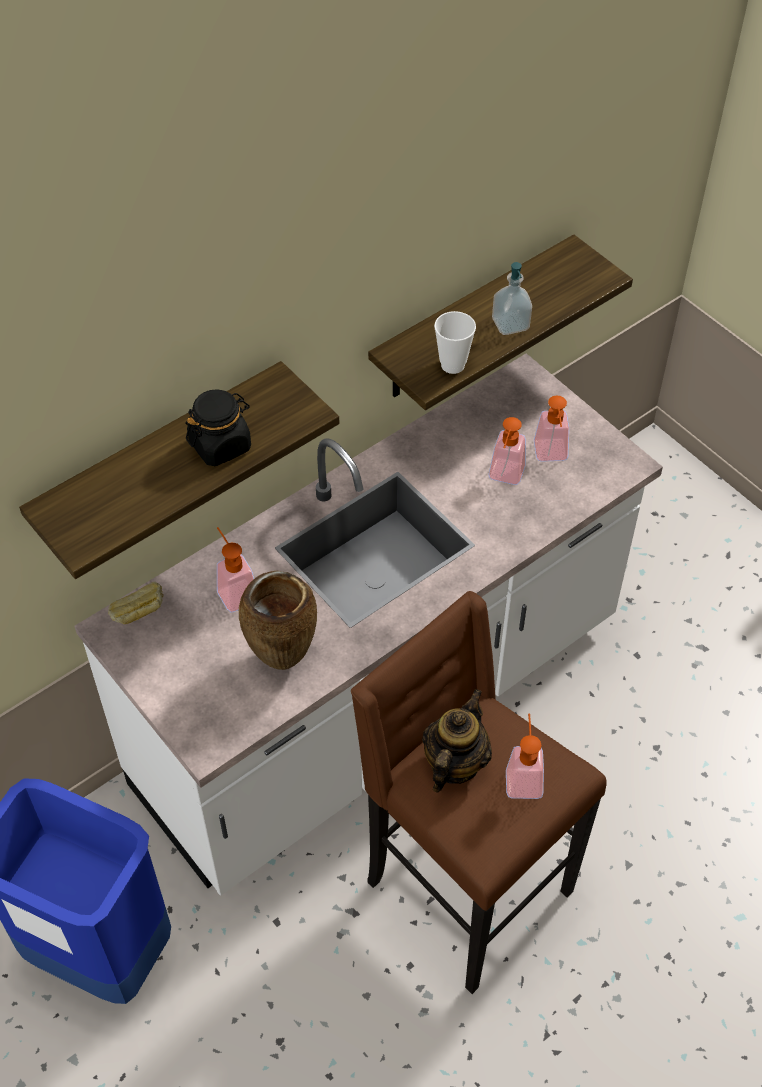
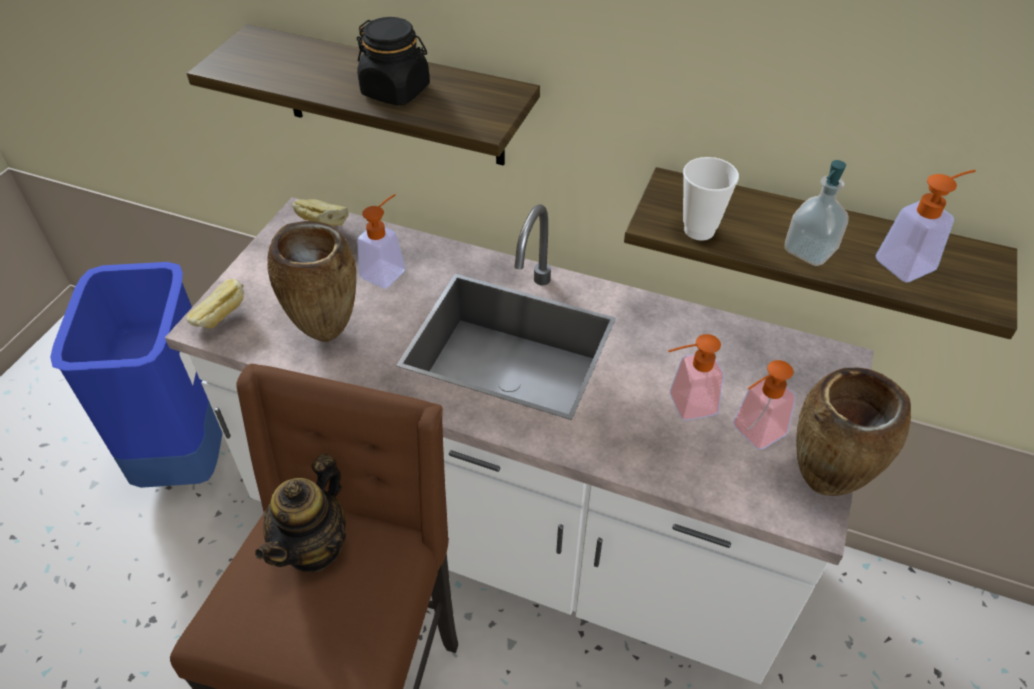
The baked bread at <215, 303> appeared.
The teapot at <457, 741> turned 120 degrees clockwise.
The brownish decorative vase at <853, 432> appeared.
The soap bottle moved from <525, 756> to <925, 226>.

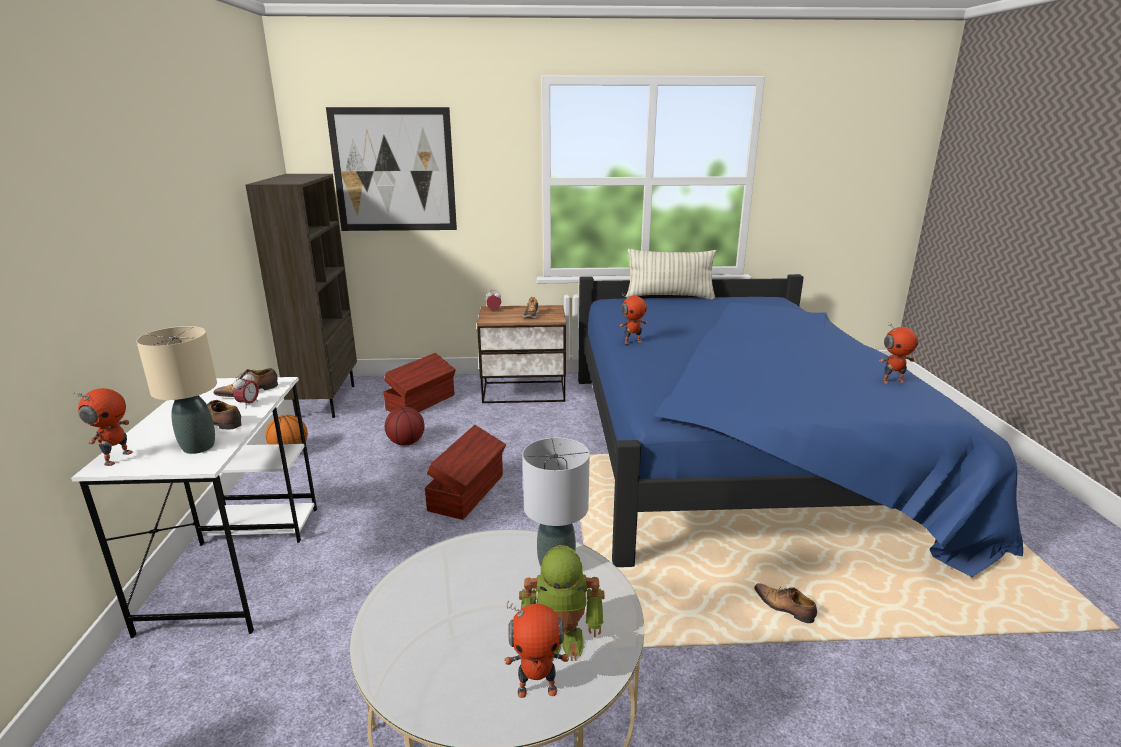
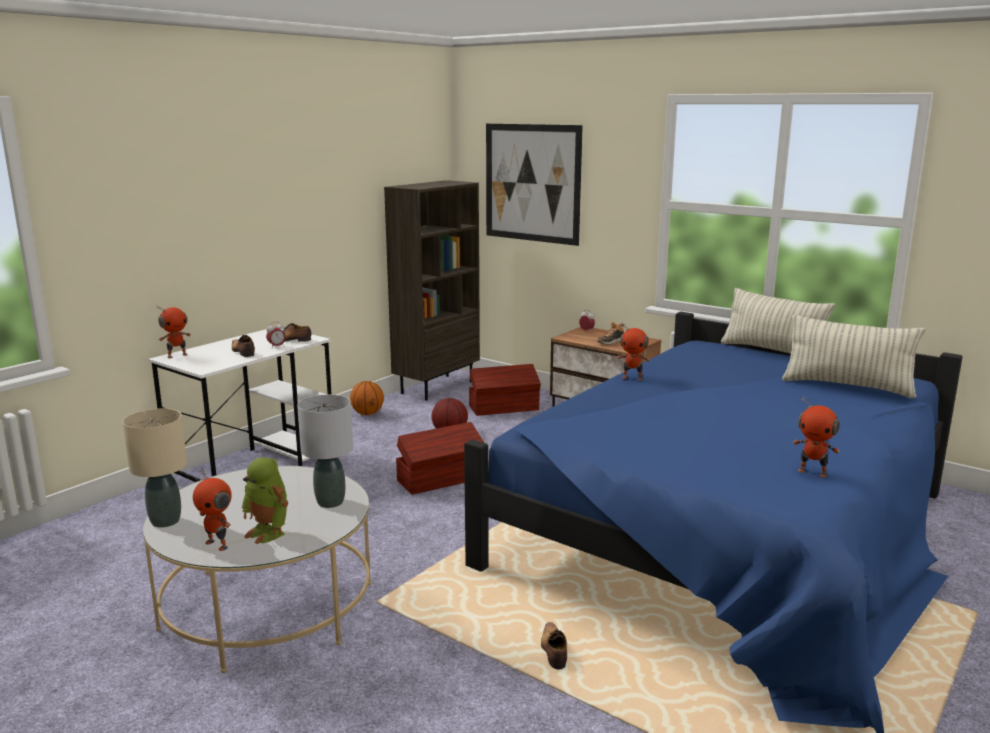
The sand-coloured lamp for a table moved from <176, 390> to <154, 468>.
The cushion at <853, 356> appeared.

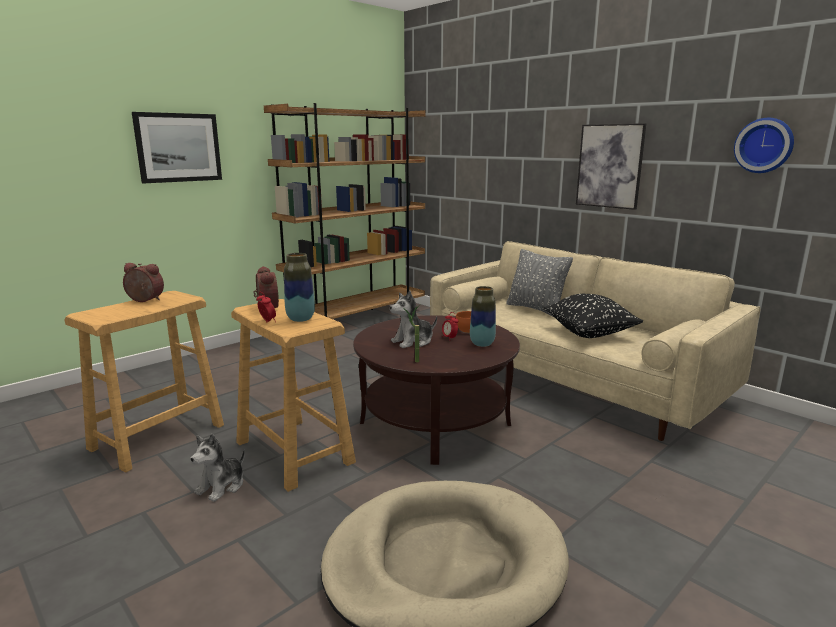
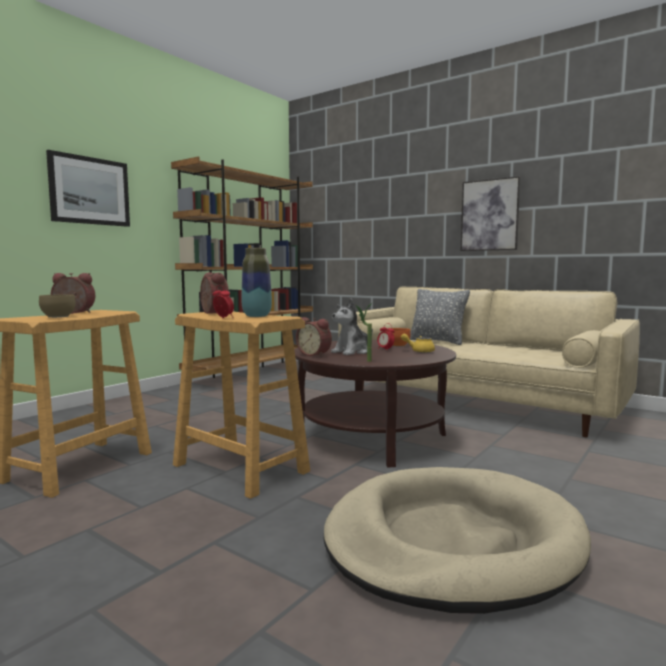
The brownish deep dish at <57, 306> appeared.
The table clock at <314, 337> appeared.
The decorative vase at <483, 316> was replaced by the yellow-coloured teapot at <418, 343>.
The soft toy at <217, 468> disappeared.
The black-coloured cushion at <593, 316> disappeared.
The hanging clock at <764, 145> disappeared.

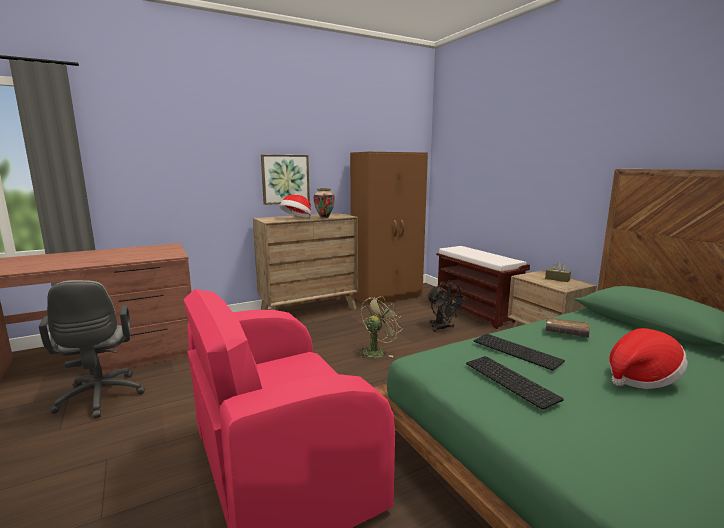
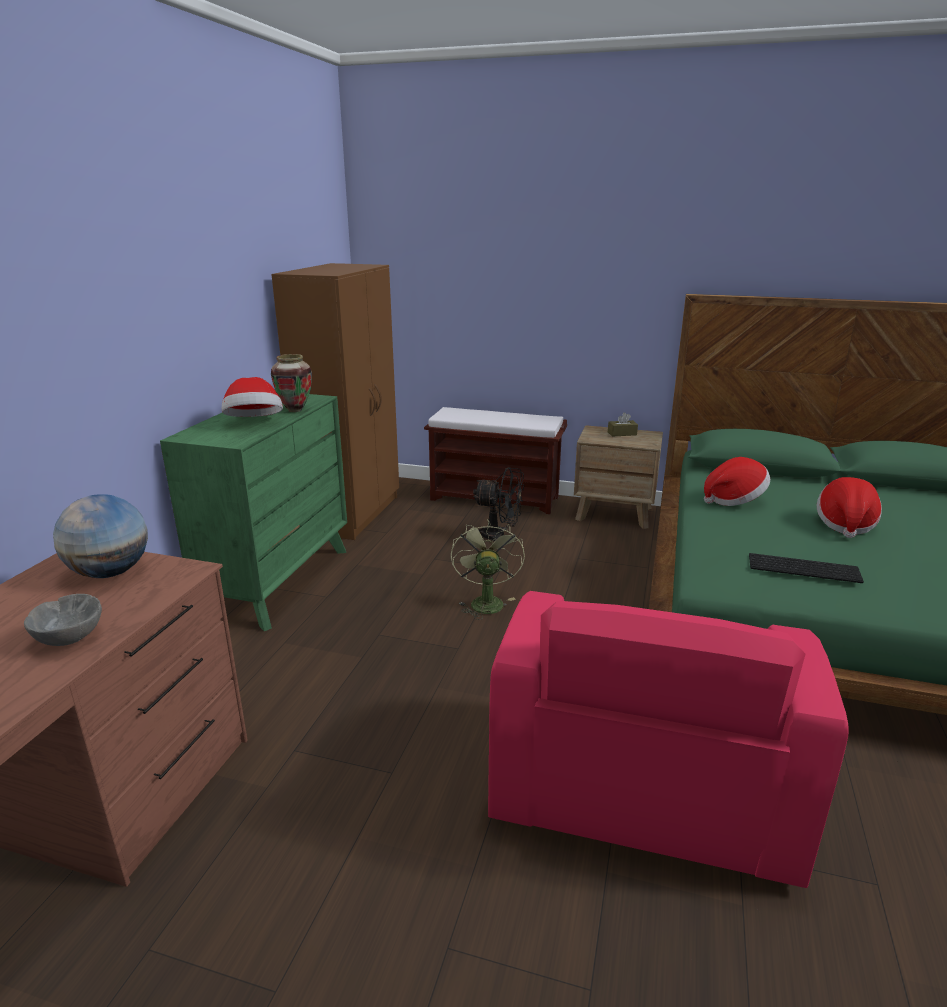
The grey deep dish at <63, 620> appeared.
The globe at <100, 536> appeared.
The brownish dresser at <305, 262> became the greenish dresser at <253, 512>.
The brownish bound book at <567, 327> was replaced by the wearable hat at <737, 481>.
The grey computer chair at <92, 349> disappeared.
The picture at <285, 179> disappeared.
The keyboard at <519, 352> disappeared.

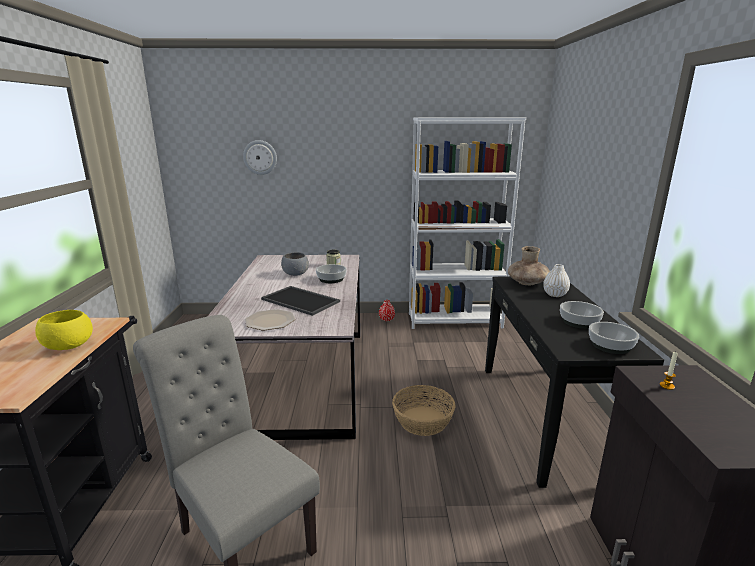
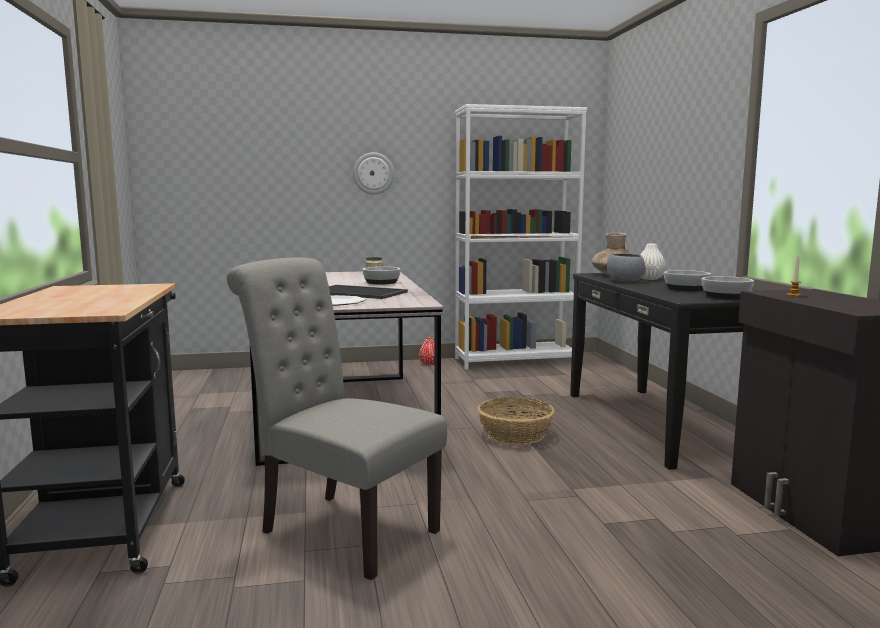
The hanging clock moved from <260, 157> to <373, 173>.
The grey deep dish moved from <295, 264> to <626, 267>.
The yellow-coloured deep dish at <64, 330> disappeared.

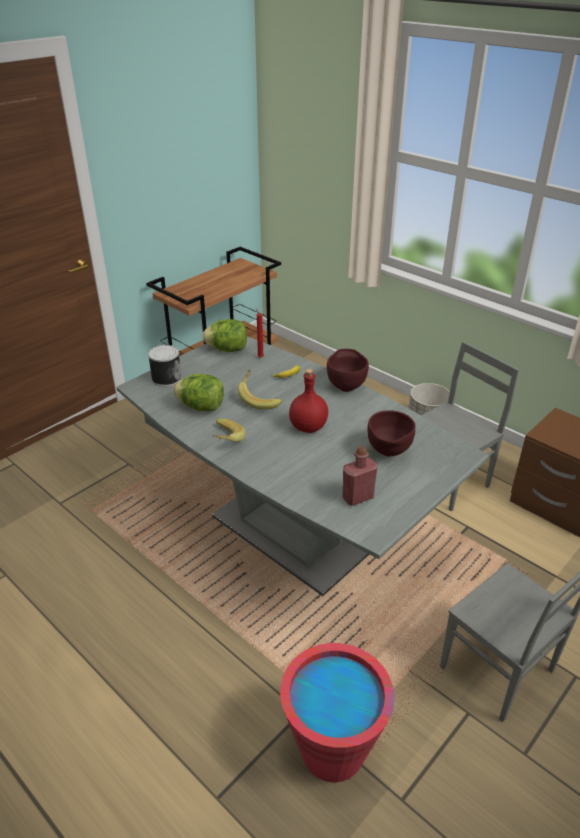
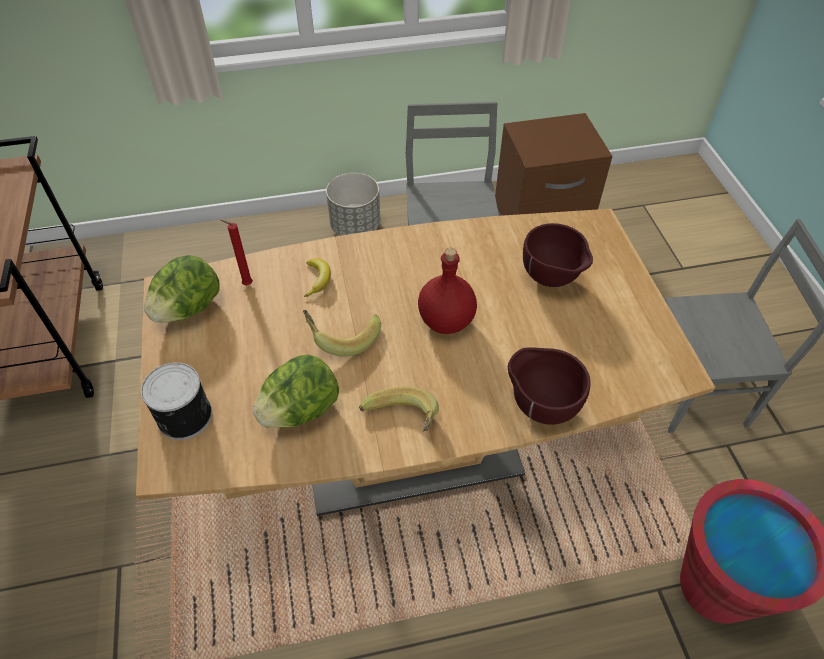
The grey kitchen table at <302, 466> became the brownish kitchen table at <425, 362>.
The brownish deep dish moved from <348, 370> to <549, 386>.
The red-coloured bottle at <360, 476> disappeared.

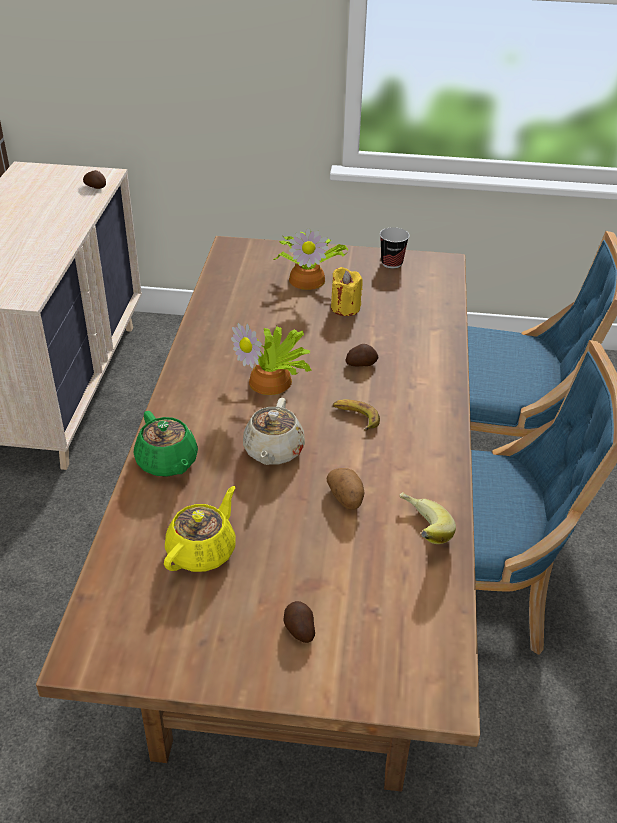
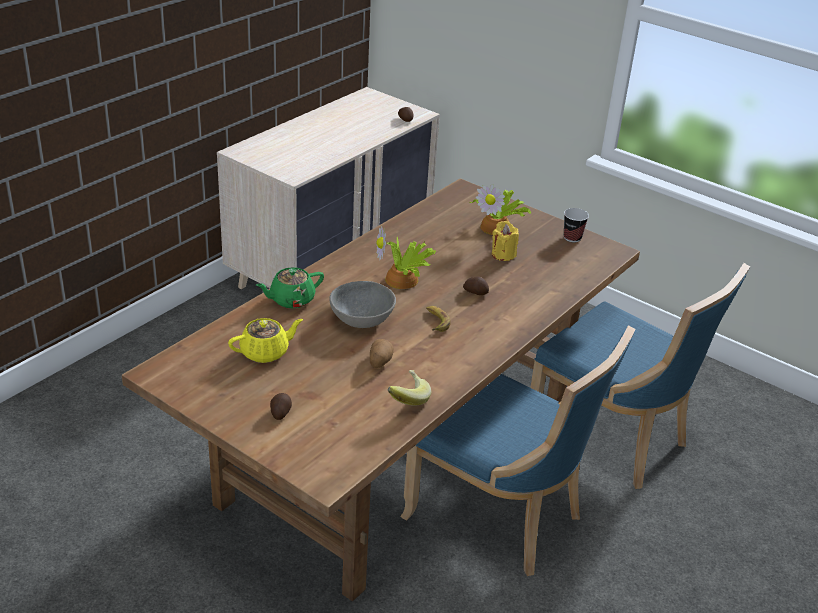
The greenish teapot at <166, 444> turned 60 degrees clockwise.
The sand-coloured teapot at <274, 431> was replaced by the grey deep dish at <362, 304>.

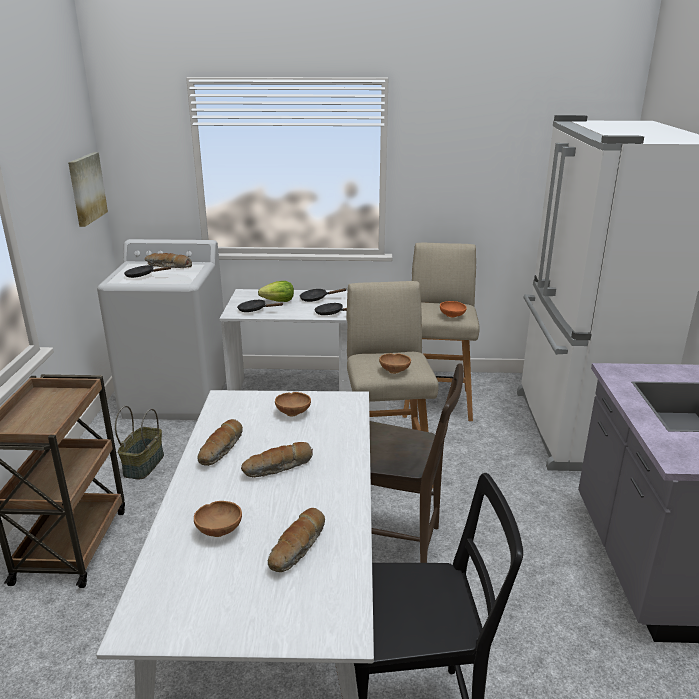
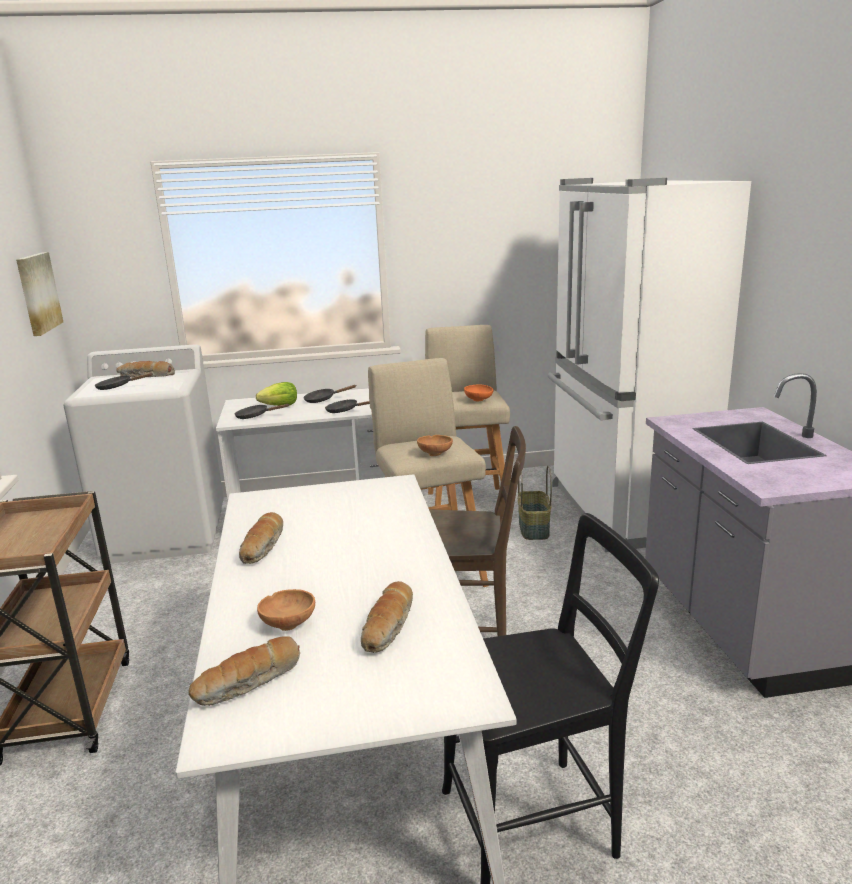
The baked bread moved from <277, 459> to <244, 671>.
The basket moved from <139, 442> to <535, 502>.
The brownish deep dish at <293, 404> disappeared.

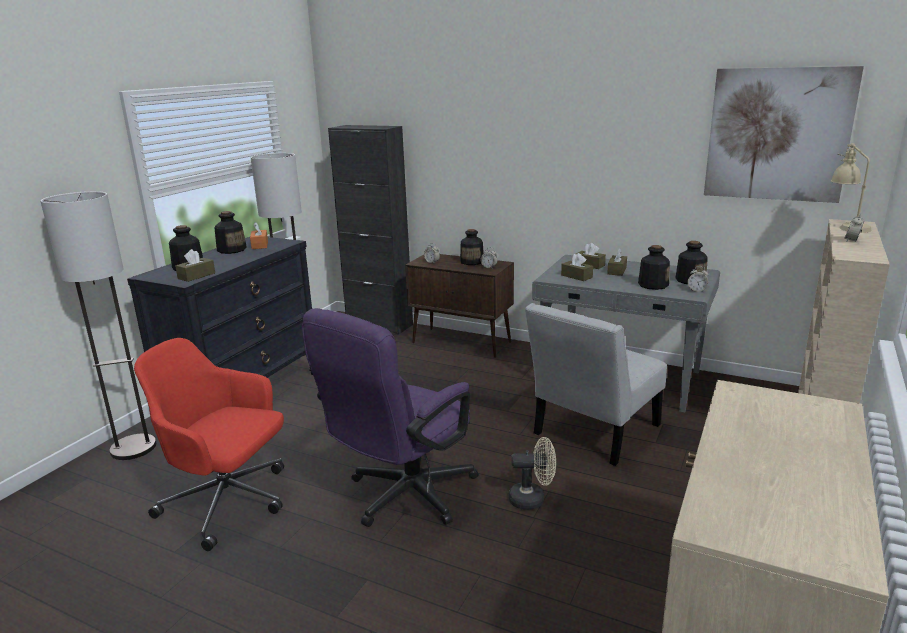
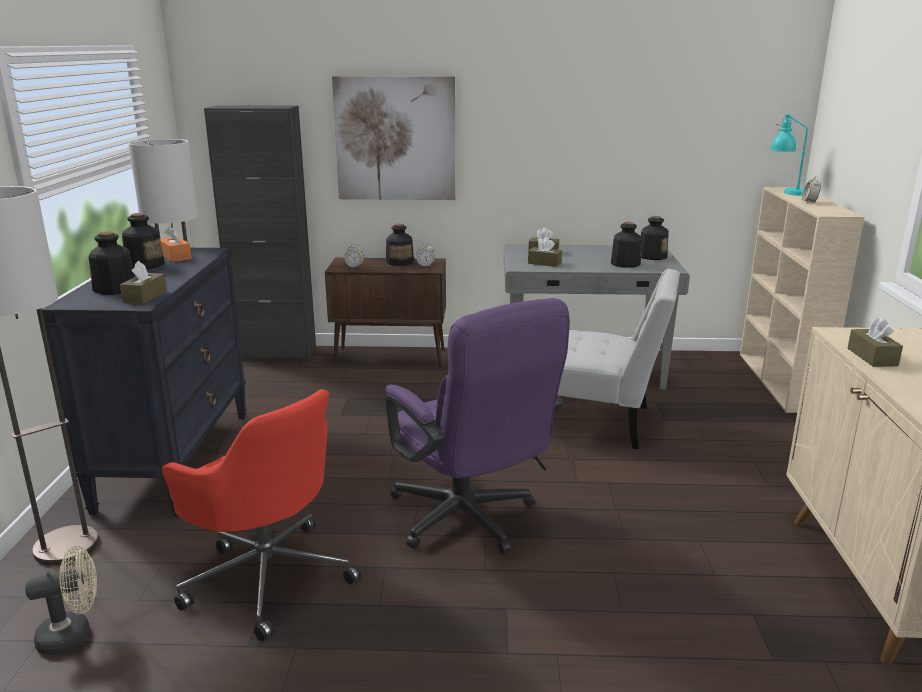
The sand-coloured fan moved from <532, 473> to <61, 600>.
The red-coloured computer chair at <209, 444> turned 135 degrees counterclockwise.
The picture moved from <784, 134> to <393, 138>.
The purple computer chair at <390, 417> turned 45 degrees counterclockwise.
The whitish upright chair at <596, 384> turned 90 degrees counterclockwise.
The sand-coloured lamp for a table at <851, 188> became the turquoise lamp for a table at <789, 155>.
The brownish tissue holder moved from <617, 262> to <875, 342>.
The table clock at <698, 279> disappeared.

